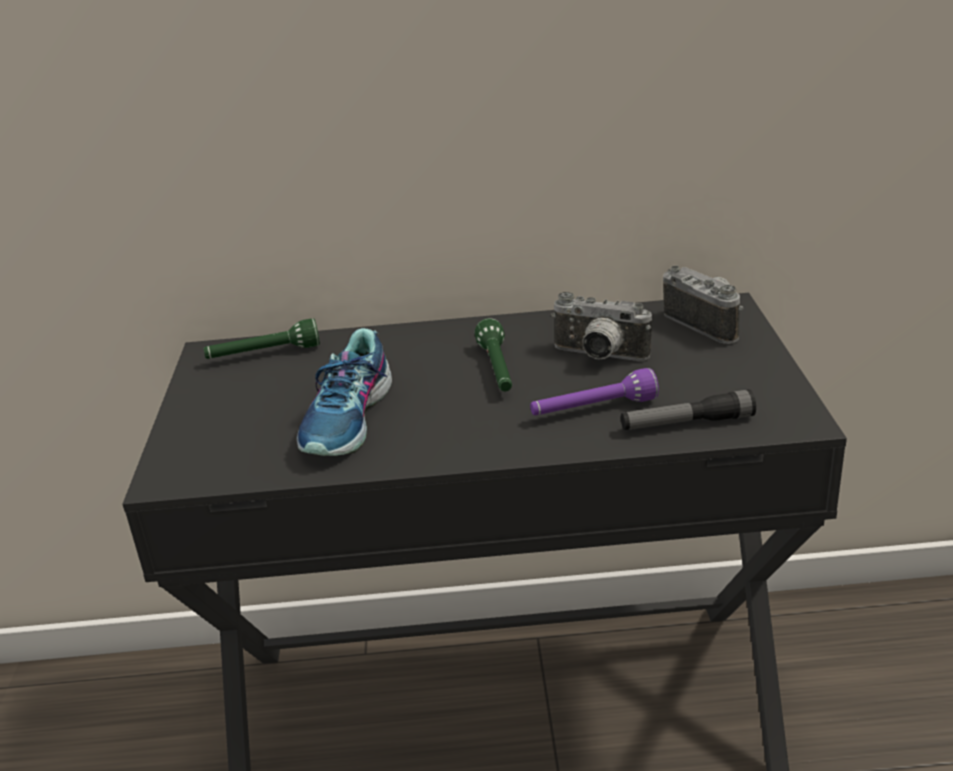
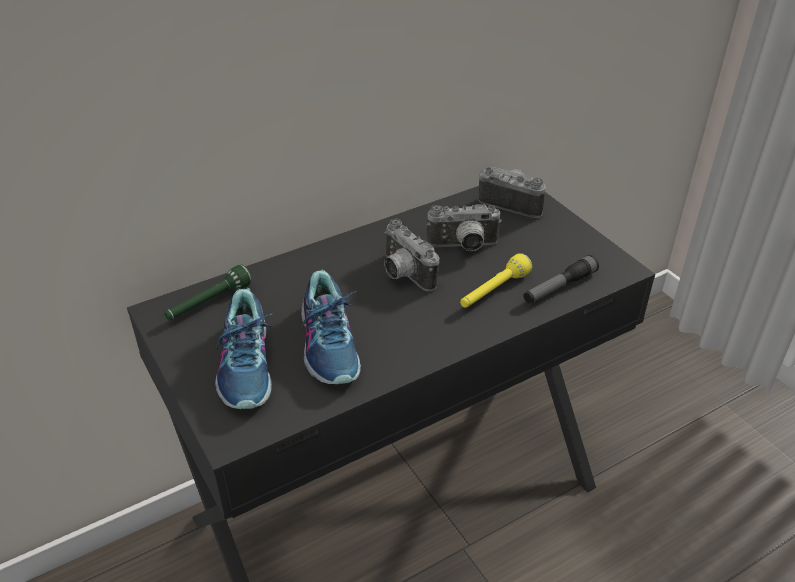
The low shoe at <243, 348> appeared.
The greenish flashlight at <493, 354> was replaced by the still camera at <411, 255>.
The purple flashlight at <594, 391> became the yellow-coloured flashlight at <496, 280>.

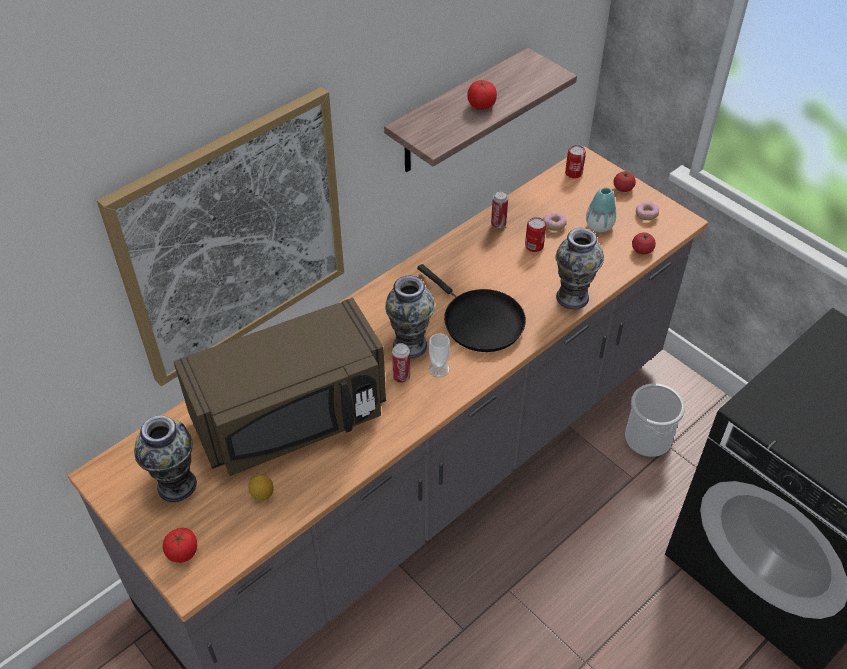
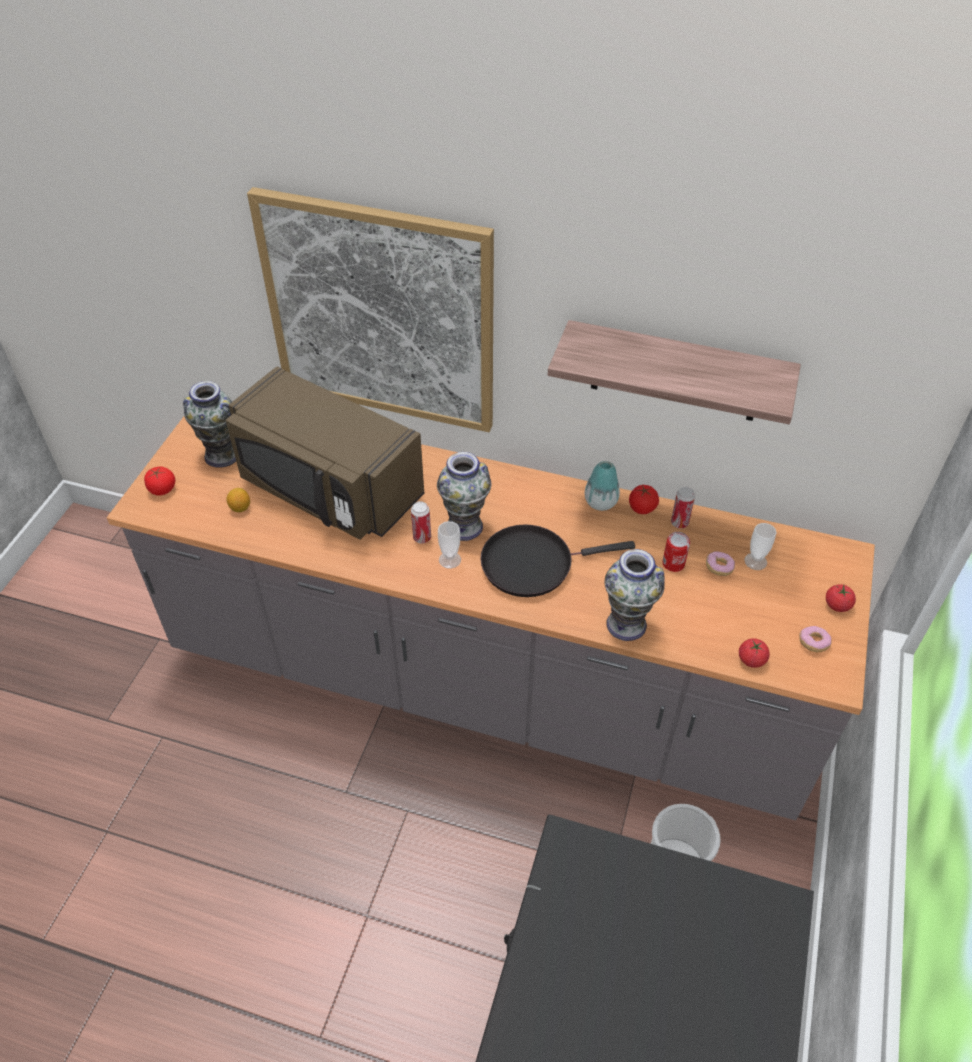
The black-coloured skillet at <471, 308> turned 60 degrees clockwise.
The decorative vase moved from <601, 209> to <602, 486>.
The tomato moved from <482, 95> to <644, 499>.
The cup at <760, 546> appeared.
The can at <575, 161> disappeared.

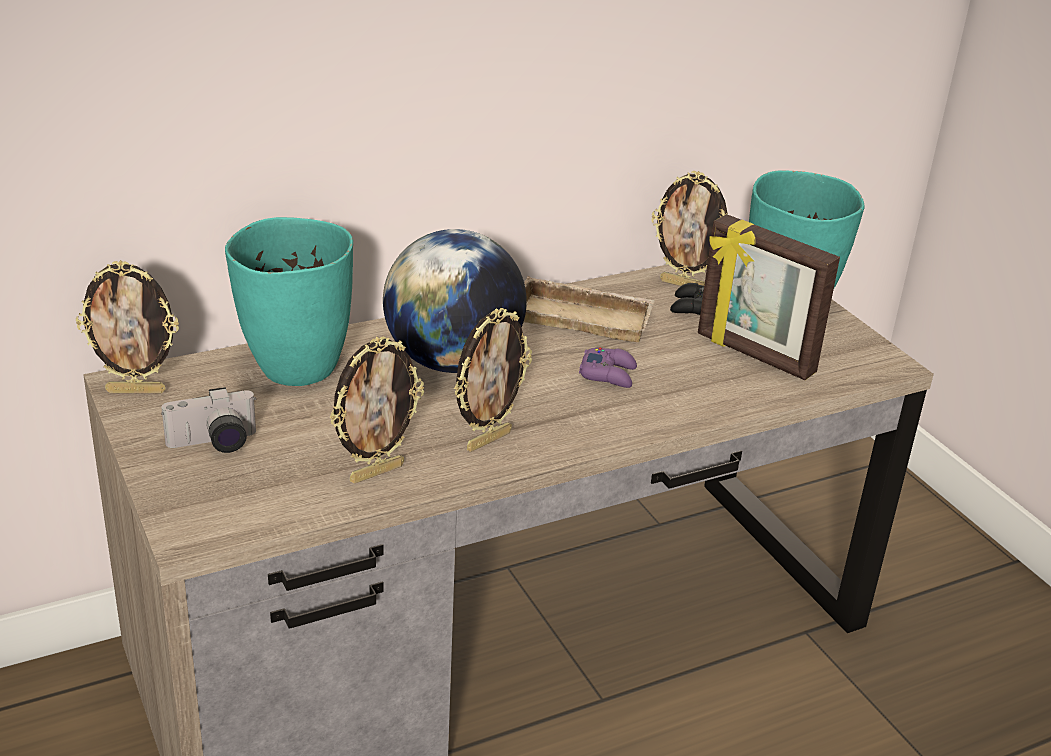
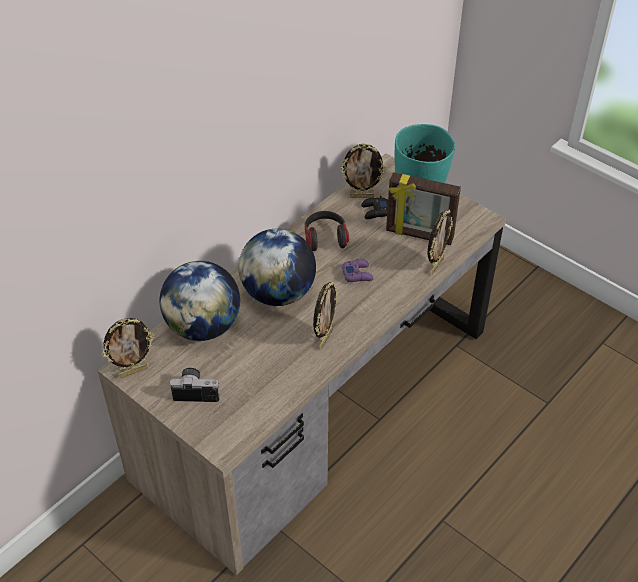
The turquoise decorative vase at <289, 301> was replaced by the globe at <200, 301>.
The still camera at <208, 420> turned 135 degrees counterclockwise.
The sand-coloured carrying tray at <589, 309> was replaced by the headphones at <327, 231>.
The standing frame moved from <376, 410> to <440, 242>.

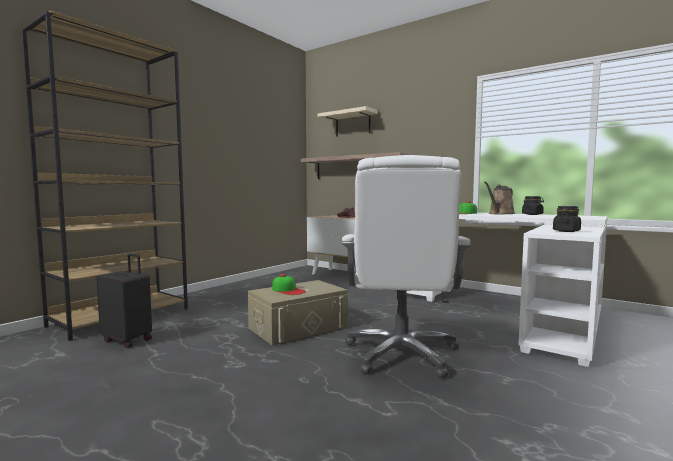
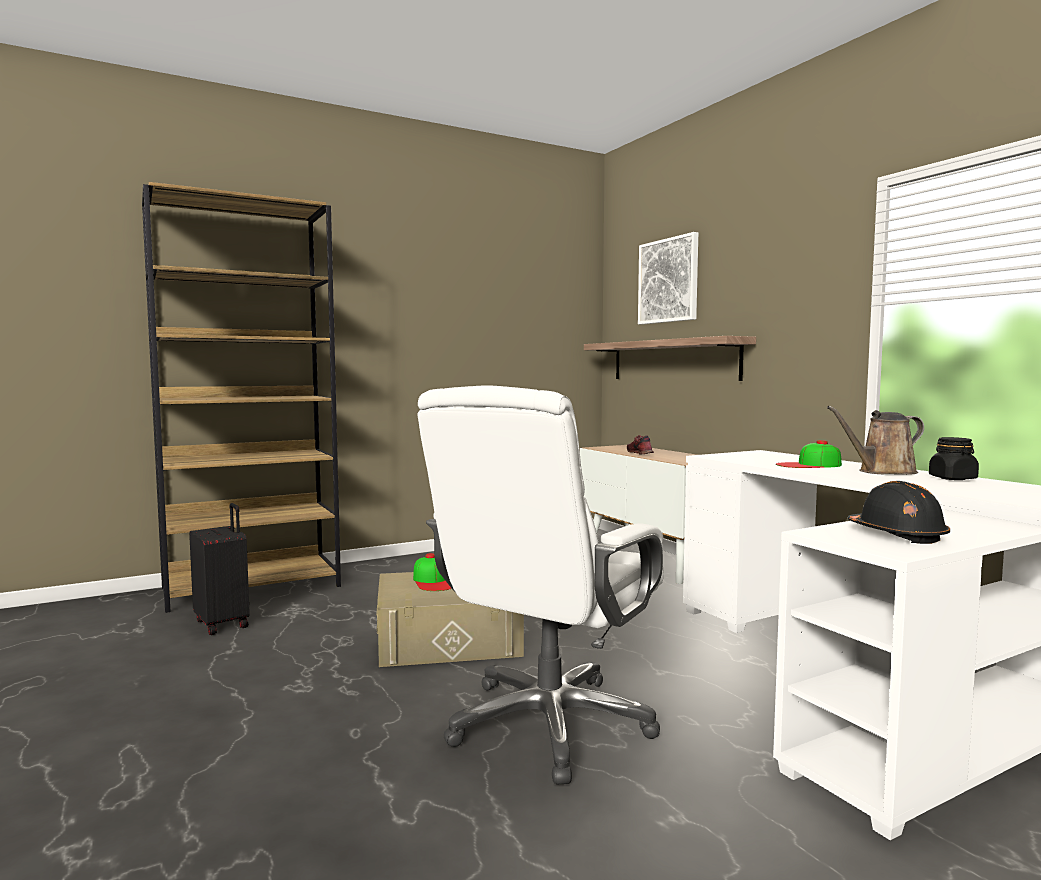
The sand-coloured bracket shelf at <348, 121> was replaced by the picture at <668, 278>.
The black-coloured storage jar at <567, 219> was replaced by the black-coloured work helmet at <898, 512>.

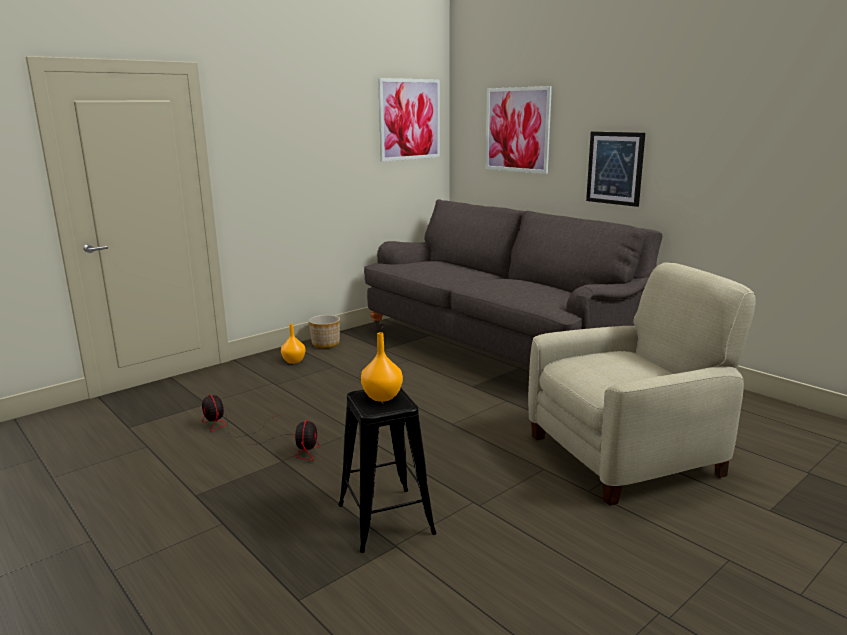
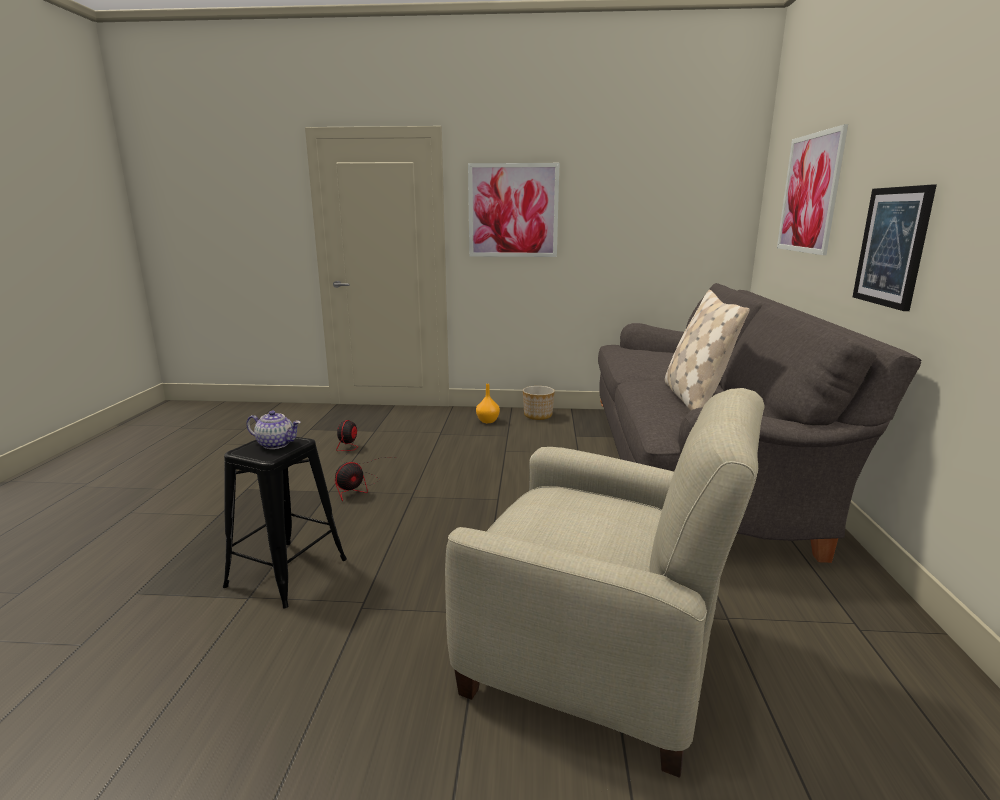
The orange decorative vase at <382, 367> was replaced by the teapot at <273, 430>.
The picture moved from <409, 120> to <513, 210>.
The sand-coloured cushion at <707, 350> appeared.

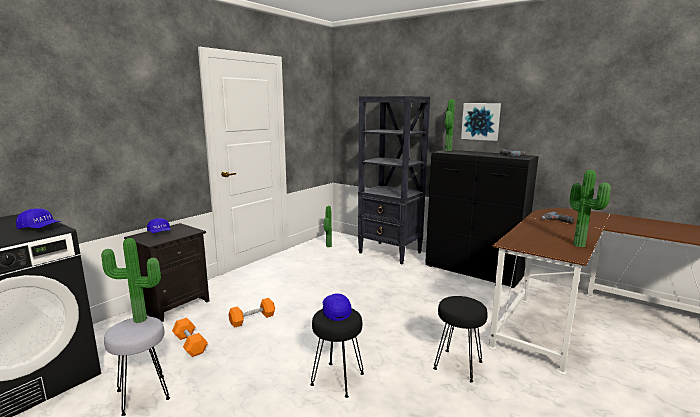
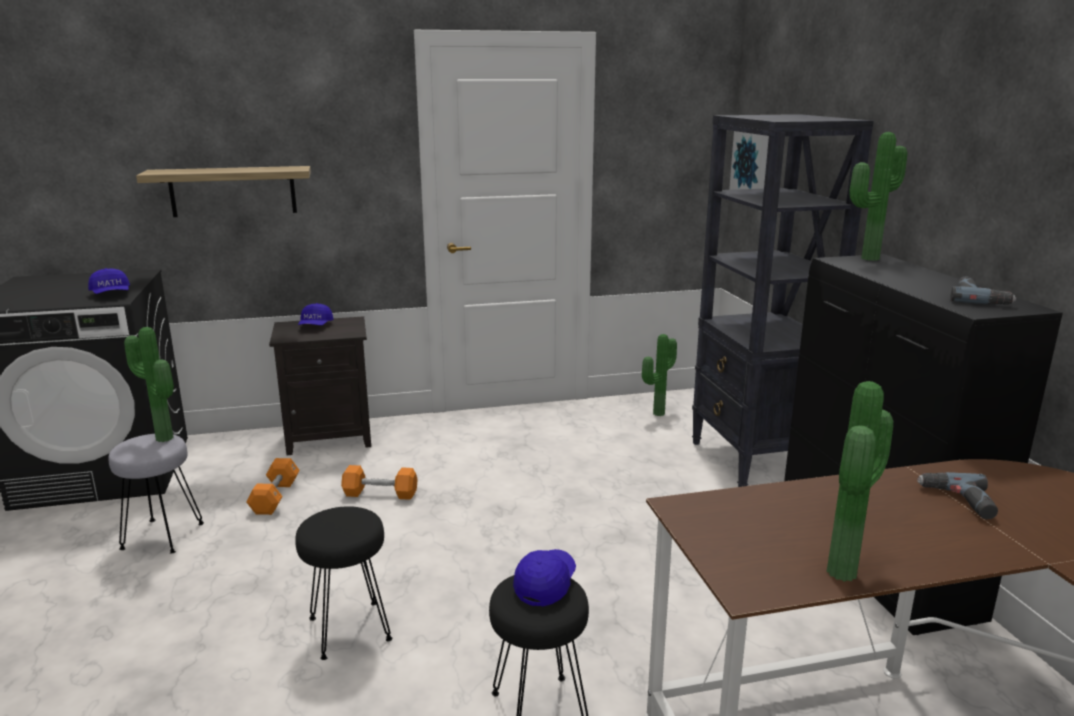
The bracket shelf at <223, 191> appeared.
The blue-coloured peaked cap moved from <337, 307> to <544, 578>.
The picture moved from <481, 122> to <749, 160>.

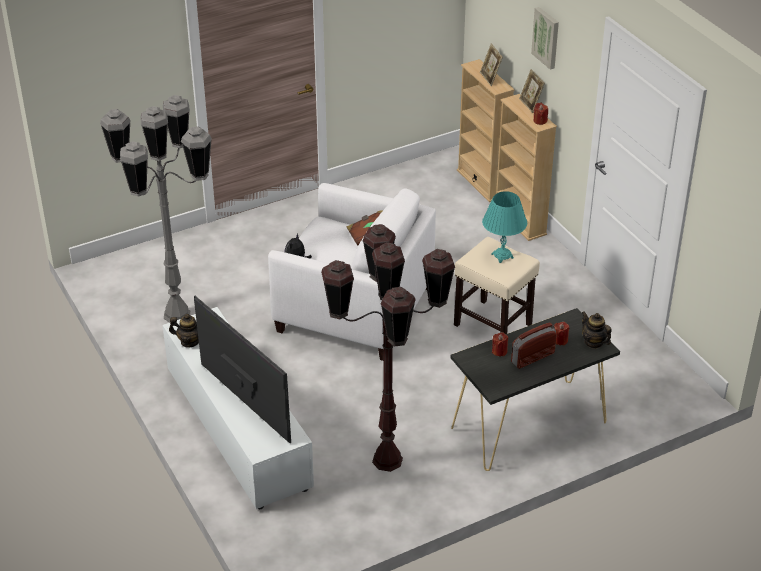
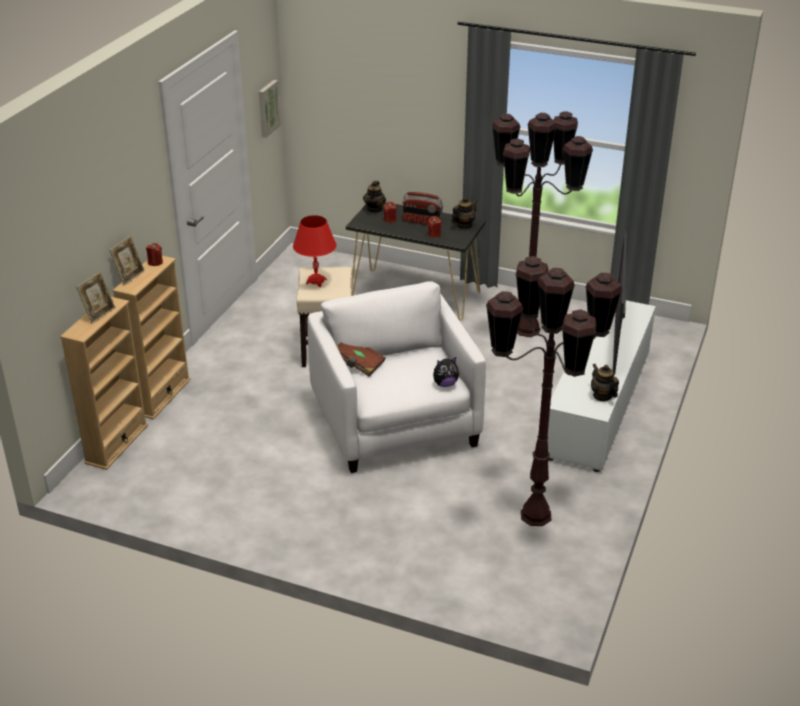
The picture moved from <545, 38> to <270, 109>.
The turquoise lamp for a table at <504, 227> became the red-coloured lamp for a table at <314, 251>.
The teapot at <464, 212> appeared.
The grey standing lamp at <156, 209> became the brownish standing lamp at <554, 391>.

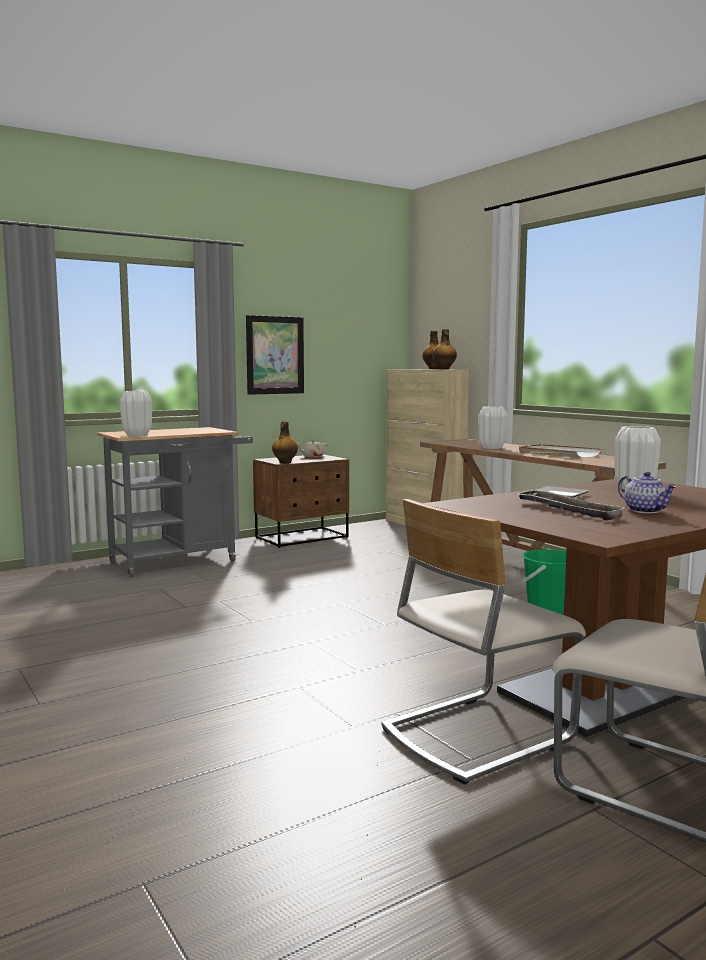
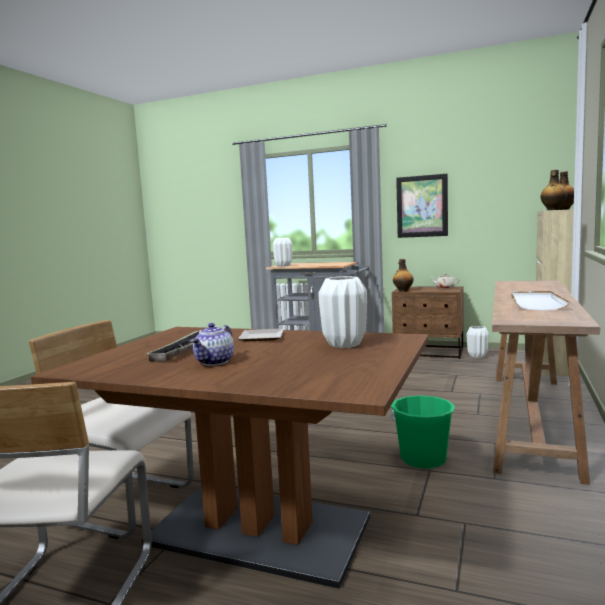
The whitish decorative vase moved from <493, 427> to <478, 342>.

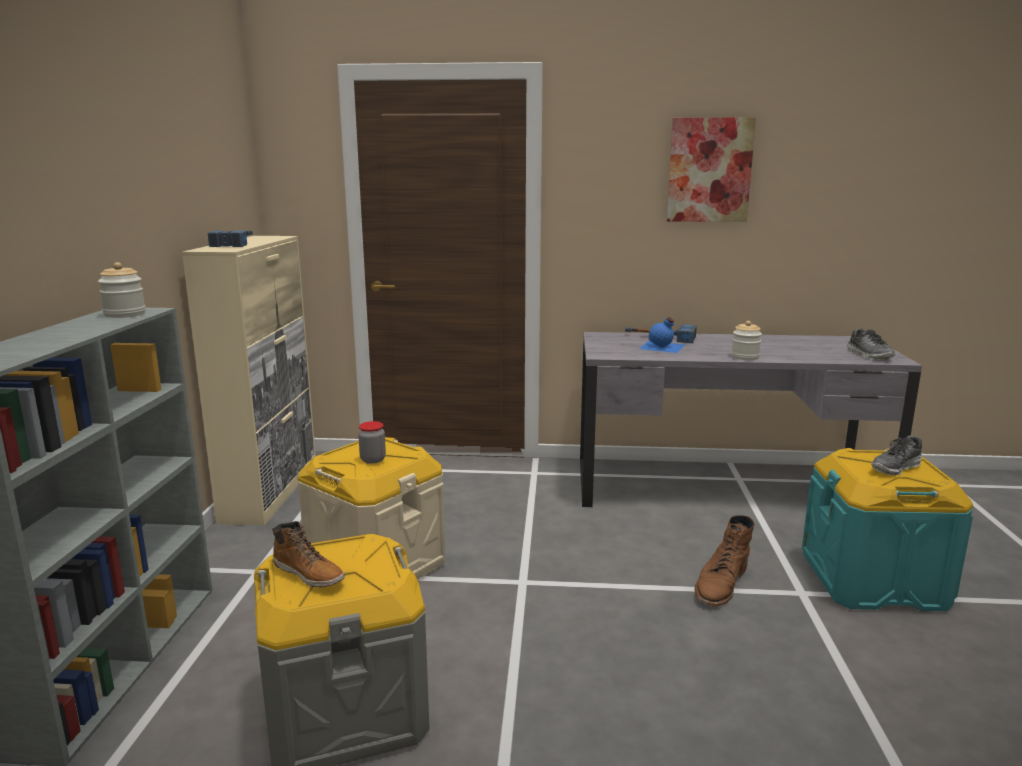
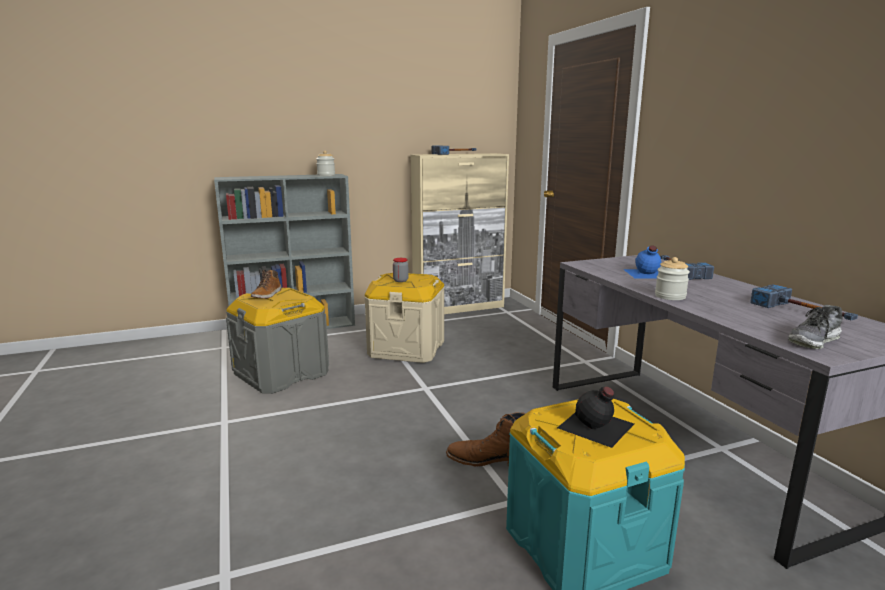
The low shoe at <896, 455> was replaced by the black-coloured bottle at <595, 417>.
The tool hammer at <804, 302> appeared.
The picture at <711, 169> disappeared.

